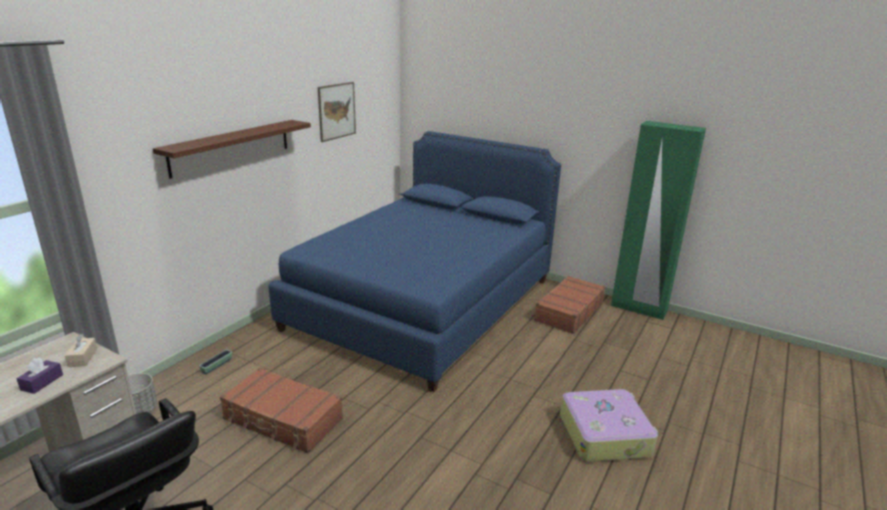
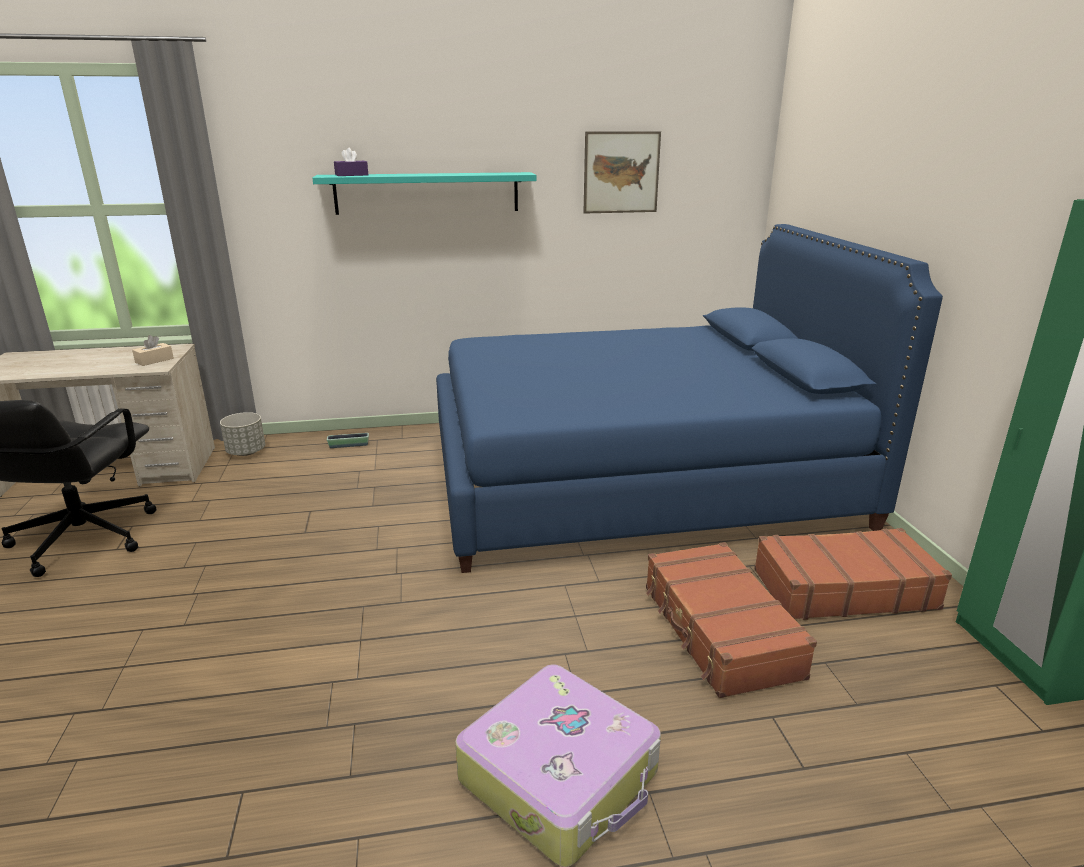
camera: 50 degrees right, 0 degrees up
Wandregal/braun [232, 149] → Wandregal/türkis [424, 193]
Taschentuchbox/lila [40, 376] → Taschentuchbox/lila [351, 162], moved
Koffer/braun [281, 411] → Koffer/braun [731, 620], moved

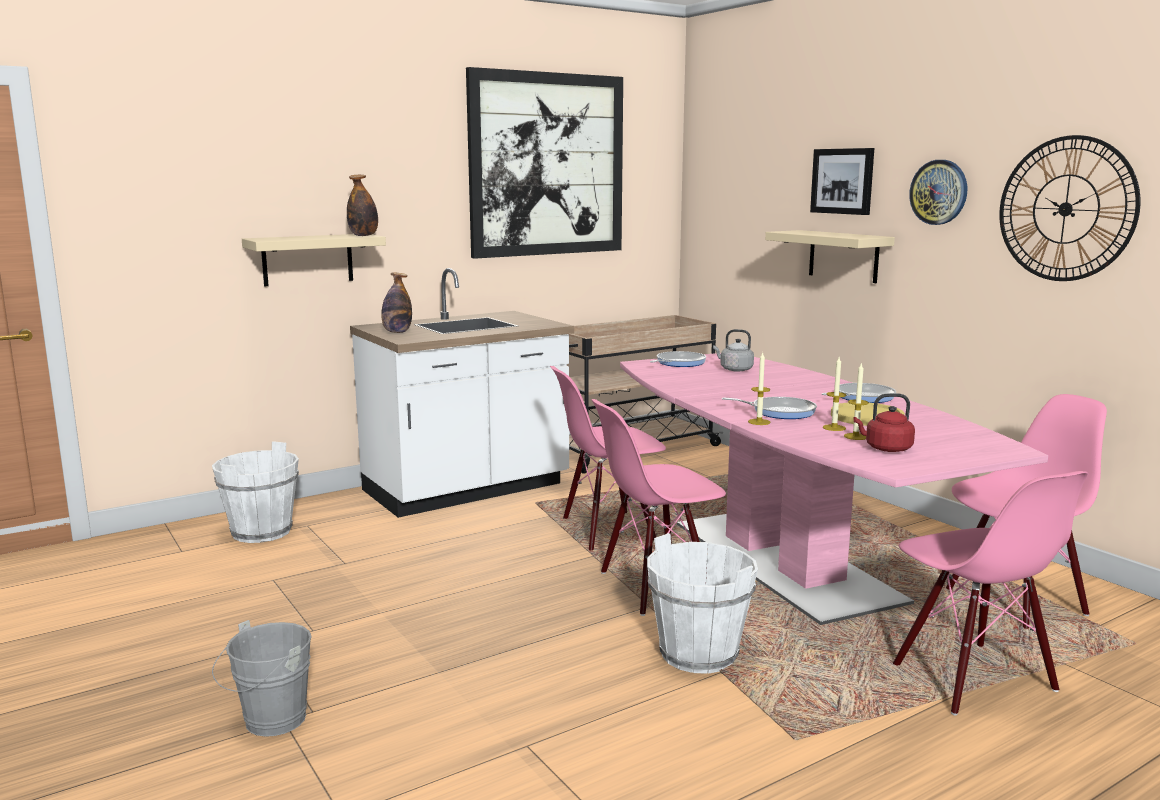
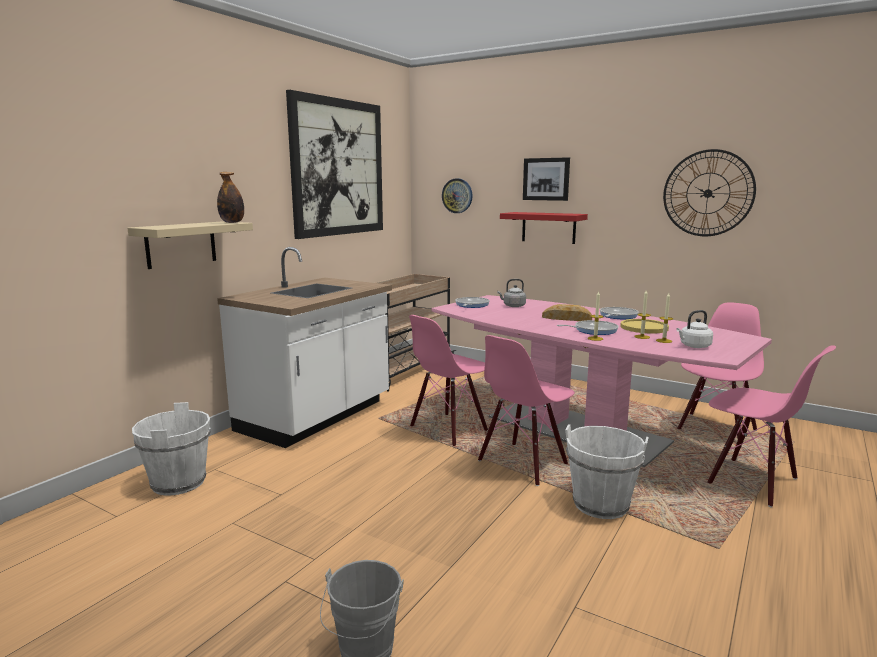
camera: 25 degrees left, 0 degrees up
Wanduhr [938, 192] → Wanduhr [457, 195], moved
Wandregal/beige [830, 256] → Wandregal/rot [544, 228]
Flasche [396, 303] → -
Wasserkessel/rot [884, 422] → Wasserkessel/weiß [695, 329]
- → Brot [567, 312]

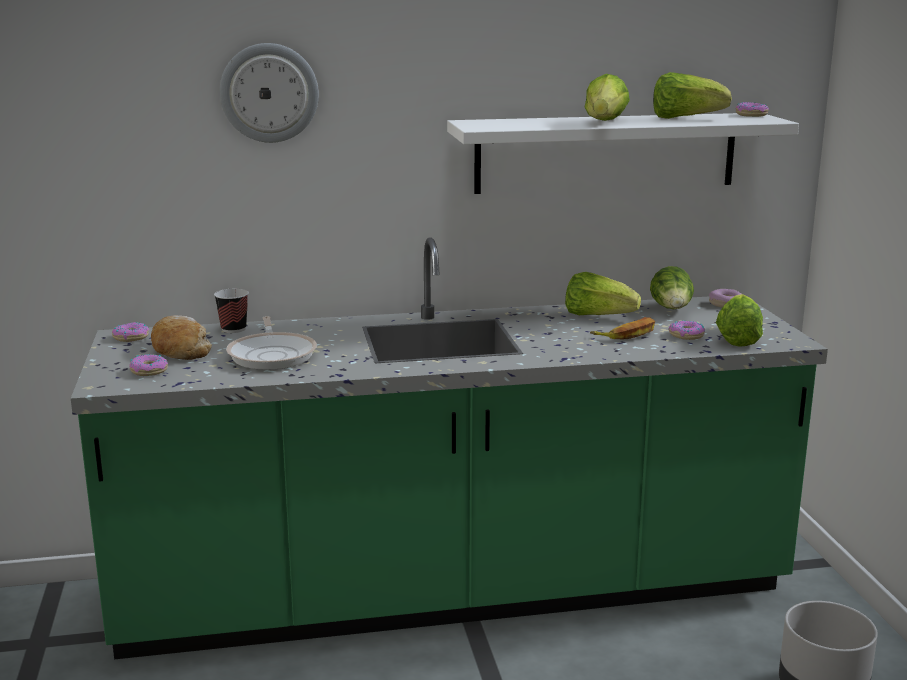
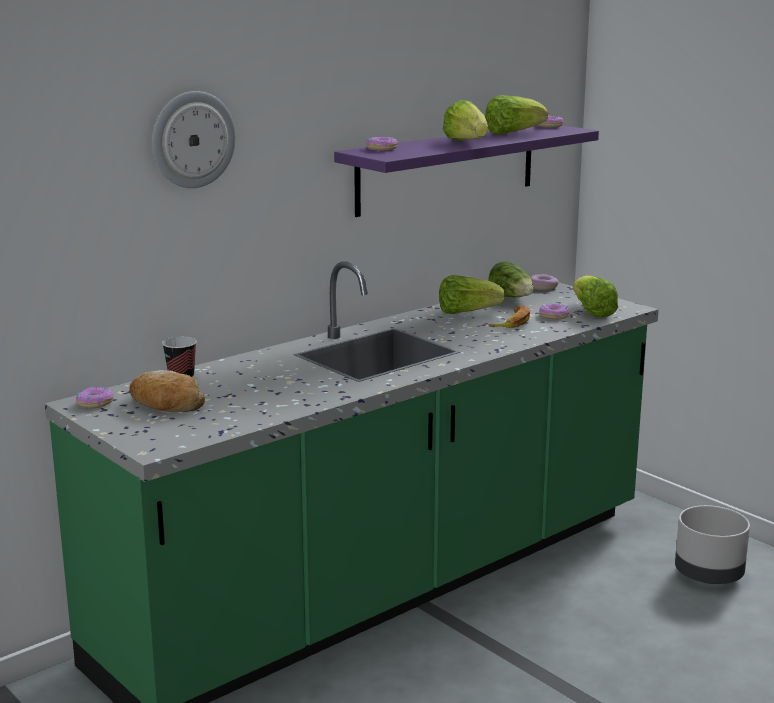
camera: 30 degrees left, 0 degrees up
Wandregal/weiß [623, 153] → Wandregal/lila [466, 171]
Pfanne [271, 343] → -
Donut [149, 365] → Donut [382, 144], moved

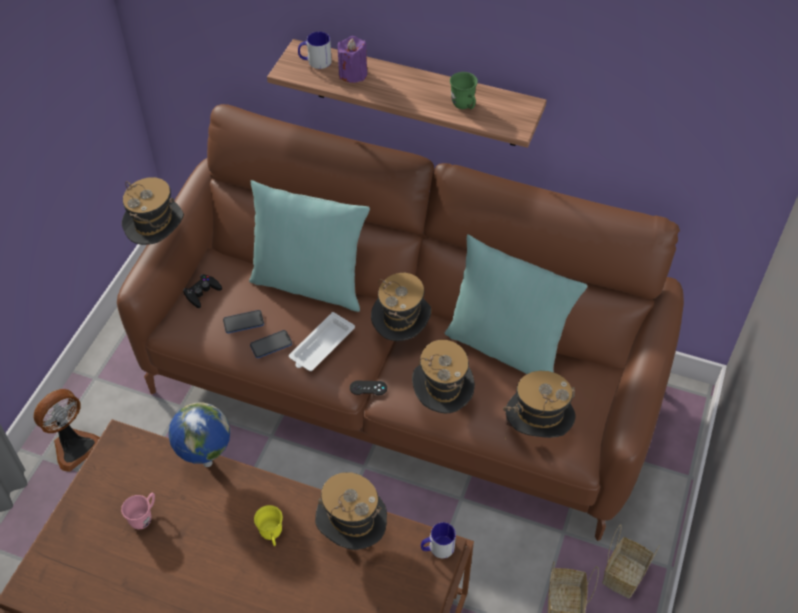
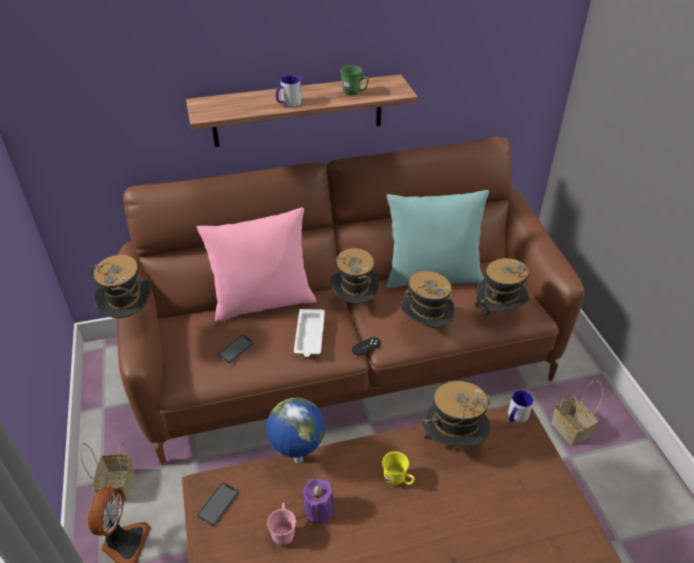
camera: 35 degrees left, 10 degrees down
Henkelbecher [315, 50] → Henkelbecher [289, 91], moved
Kerze/lila [352, 59] → Kerze/lila [318, 501], moved
Kissen/türkis [309, 246] → Kissen/rosa [256, 264]
Gamepad/schwarz [202, 291] → -
Handy [271, 344] → Handy [217, 504], moved
Korb [631, 561] → Korb [107, 471], moved

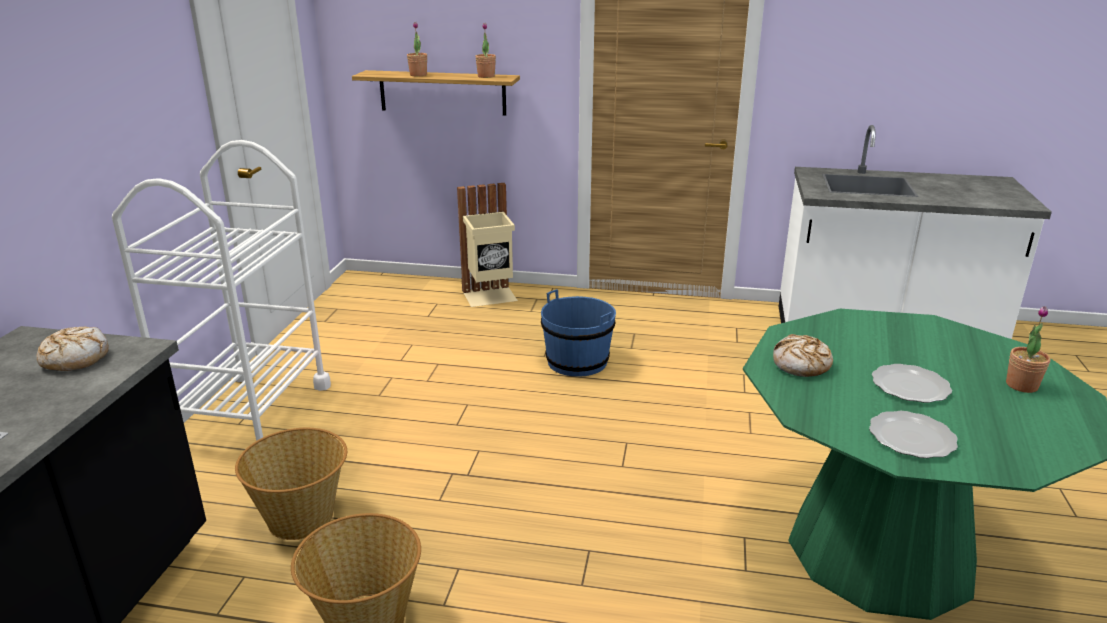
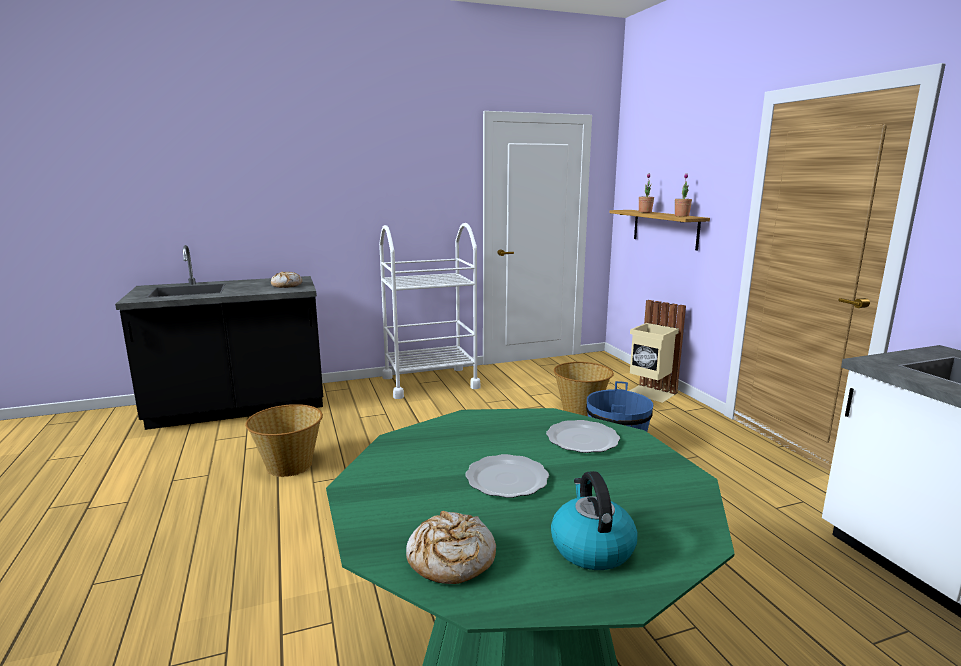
camera: 60 degrees right, 10 degrees down
Topfpflanze [1028, 349] → Wasserkessel [594, 520]
Brot [803, 355] → Brot [451, 547], moved
Teller [913, 434] → Teller [583, 436], moved
Korb [291, 484] → Korb [584, 389], moved

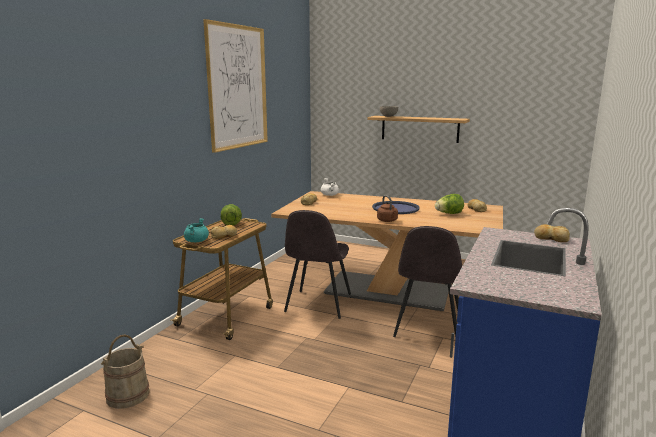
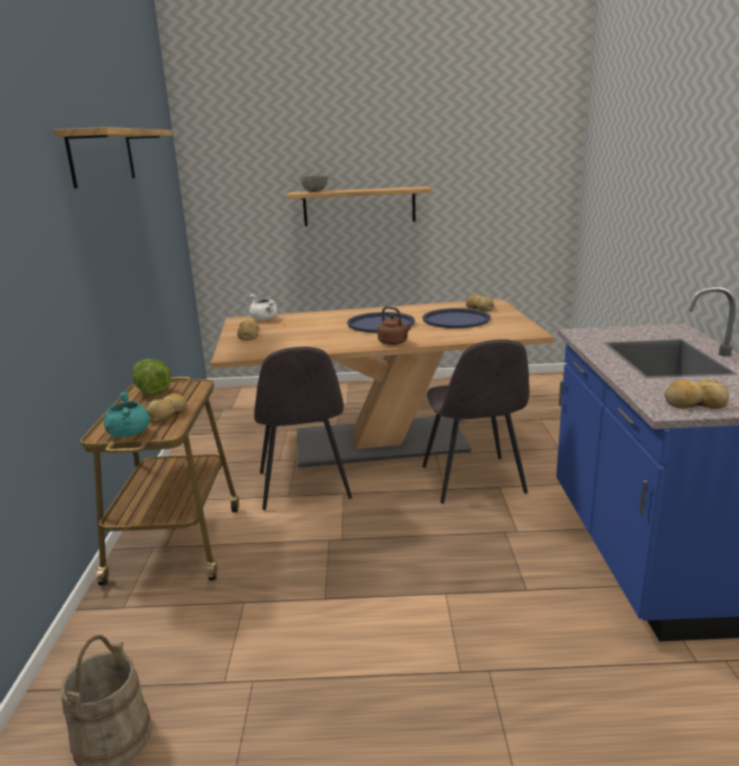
camera: 25 degrees left, 5 degrees up
Bild [235, 86] → Wandregal [113, 158]
Salatkopf [449, 204] → Tablett/blau [456, 318]
Brot [552, 233] → Brot [696, 394], moved

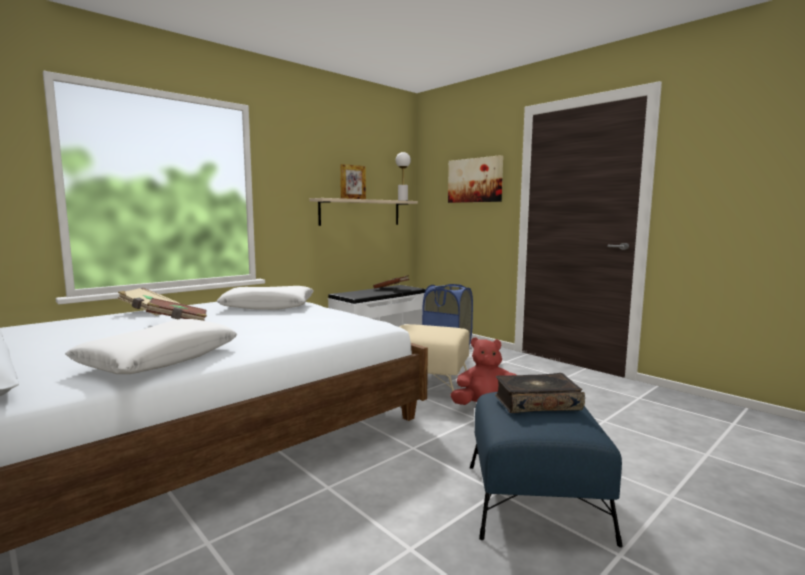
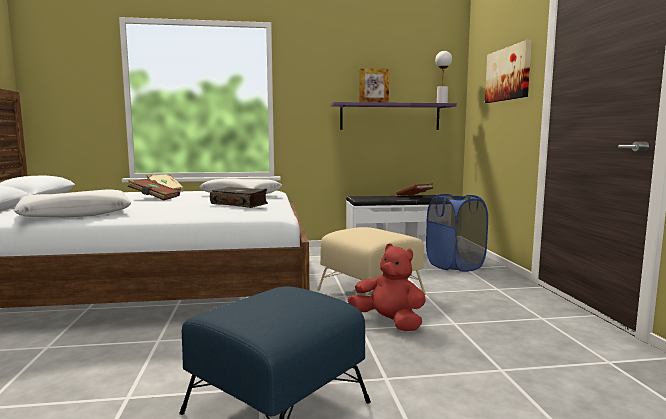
camera: 35 degrees right, 0 degrees up
Wandregal/beige [363, 212] → Wandregal/lila [394, 116]
Buch [540, 393] → Buch [239, 197], moved

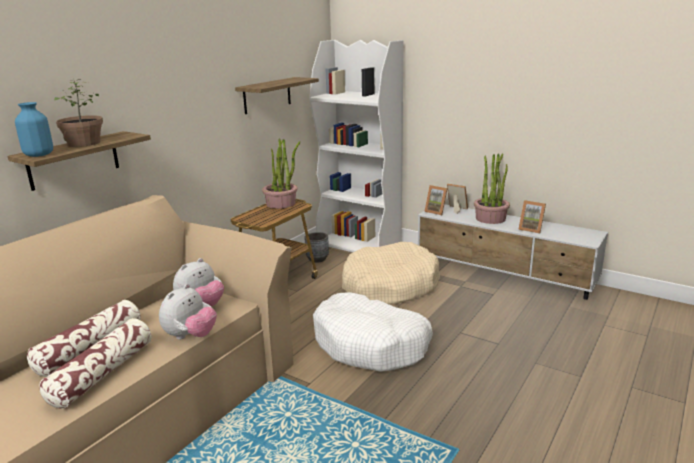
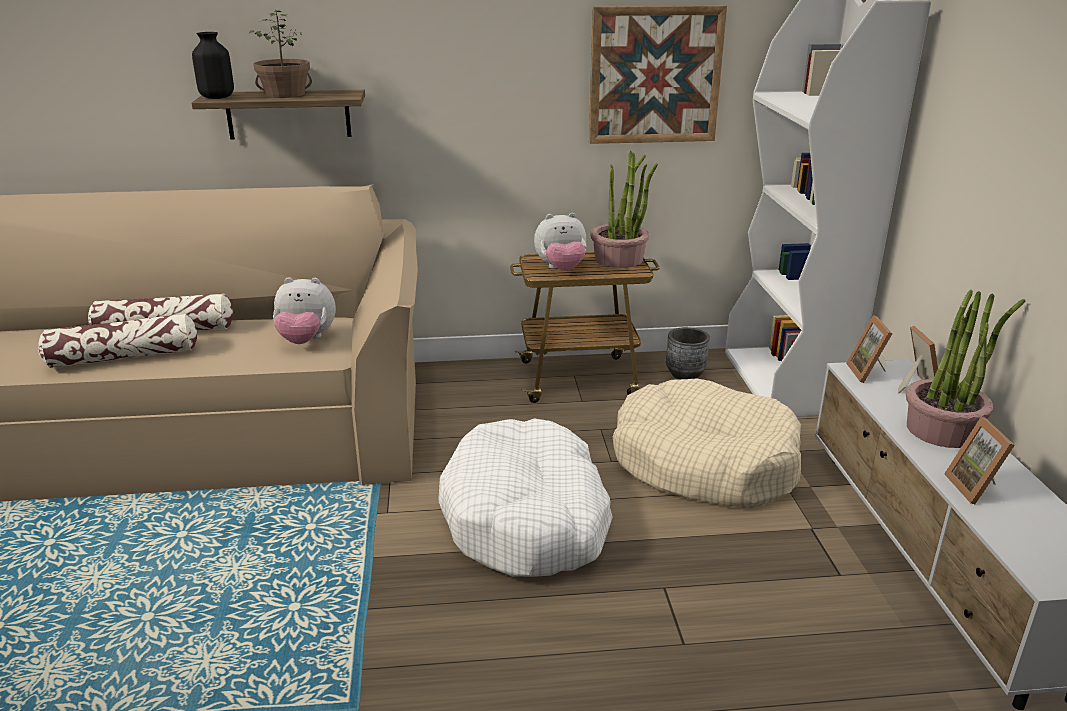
camera: 50 degrees right, 5 degrees up
Wandregal [277, 95] → Bild [658, 74]
Vase/blau [34, 129] → Vase/schwarz [213, 65]
Plüschtier [188, 312] → Plüschtier [560, 242], moved

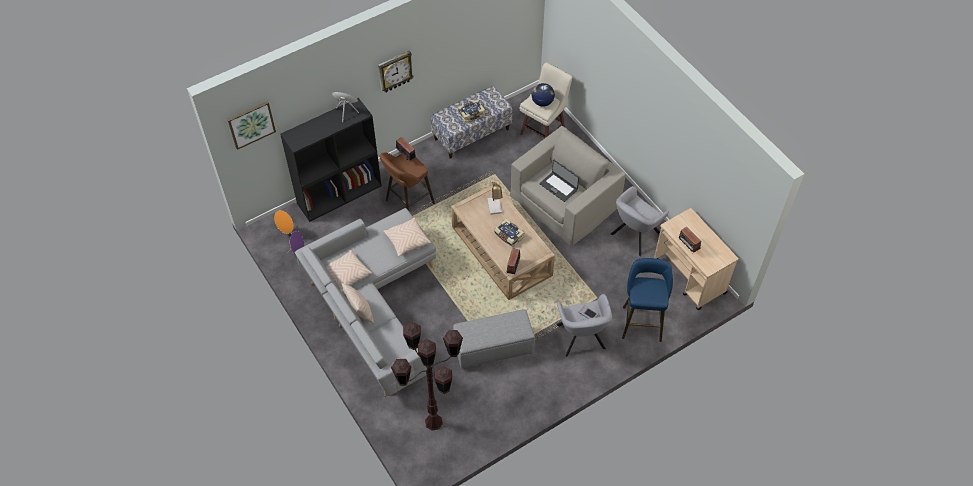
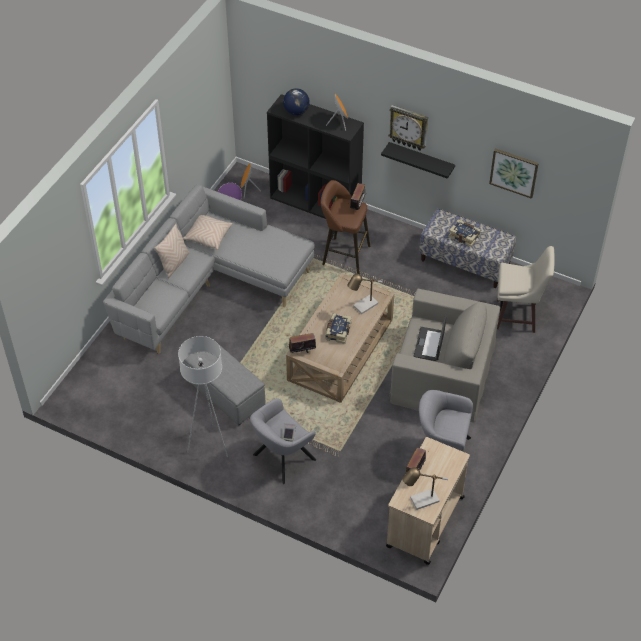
camera: 60 degrees right, 5 degrees down
Globus [543, 95] → Globus [296, 101], moved
Bild [251, 125] → Bild [514, 173], moved
Kissen/beige [407, 237] → -
Hocker/blau [647, 300] → -
Stehlampe/braun [427, 376] → -
- → Wandregal/schwarz [418, 160]
- → Stehlampe/weiß [203, 396]
- → Tischlampe [425, 489]

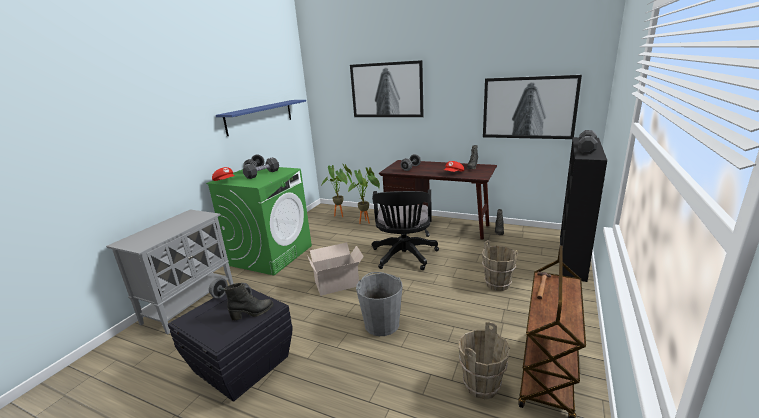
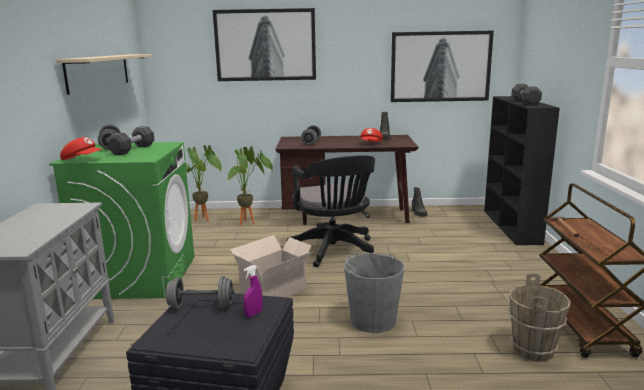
camera: 25 degrees left, 5 degrees down
Wandregal/blau [261, 118] → Wandregal/beige [103, 74]
Eimer/braun [500, 265] → -
Stiefel/schwarz [249, 301] → Sprühflasche/lila [252, 291]

